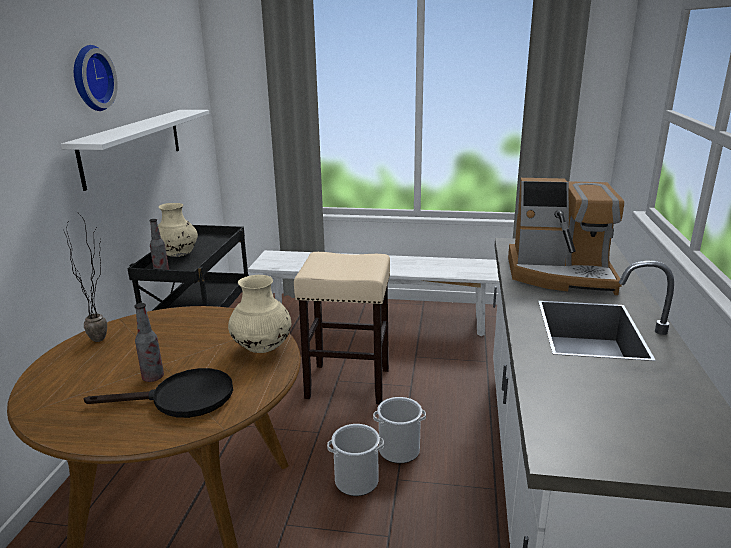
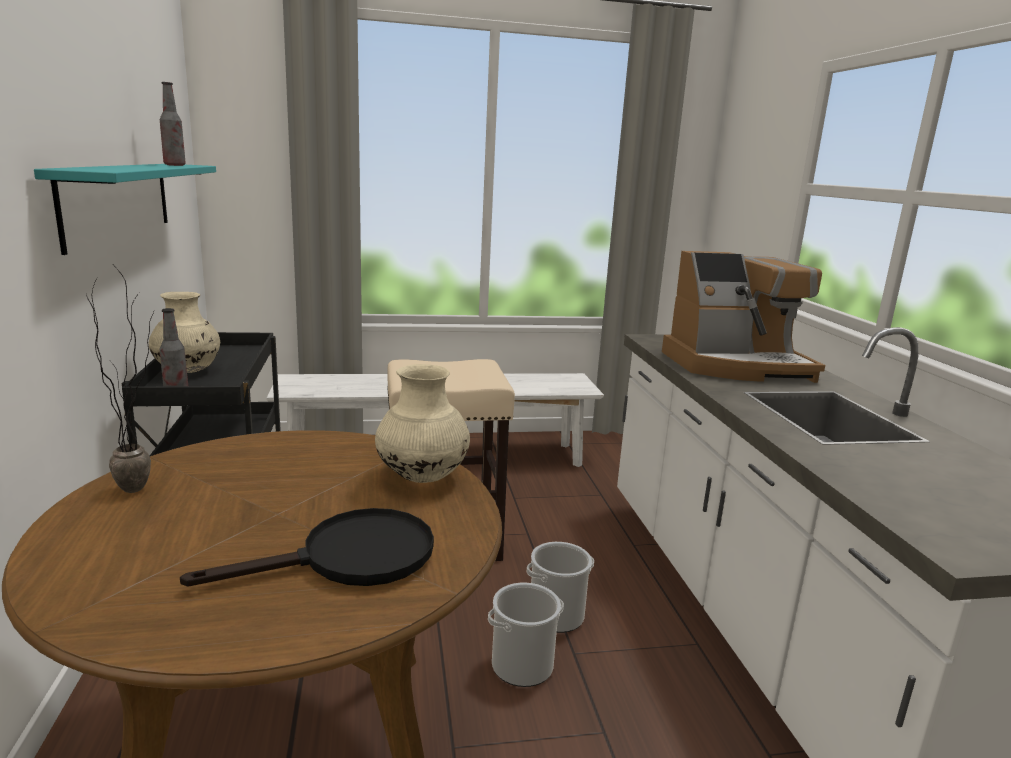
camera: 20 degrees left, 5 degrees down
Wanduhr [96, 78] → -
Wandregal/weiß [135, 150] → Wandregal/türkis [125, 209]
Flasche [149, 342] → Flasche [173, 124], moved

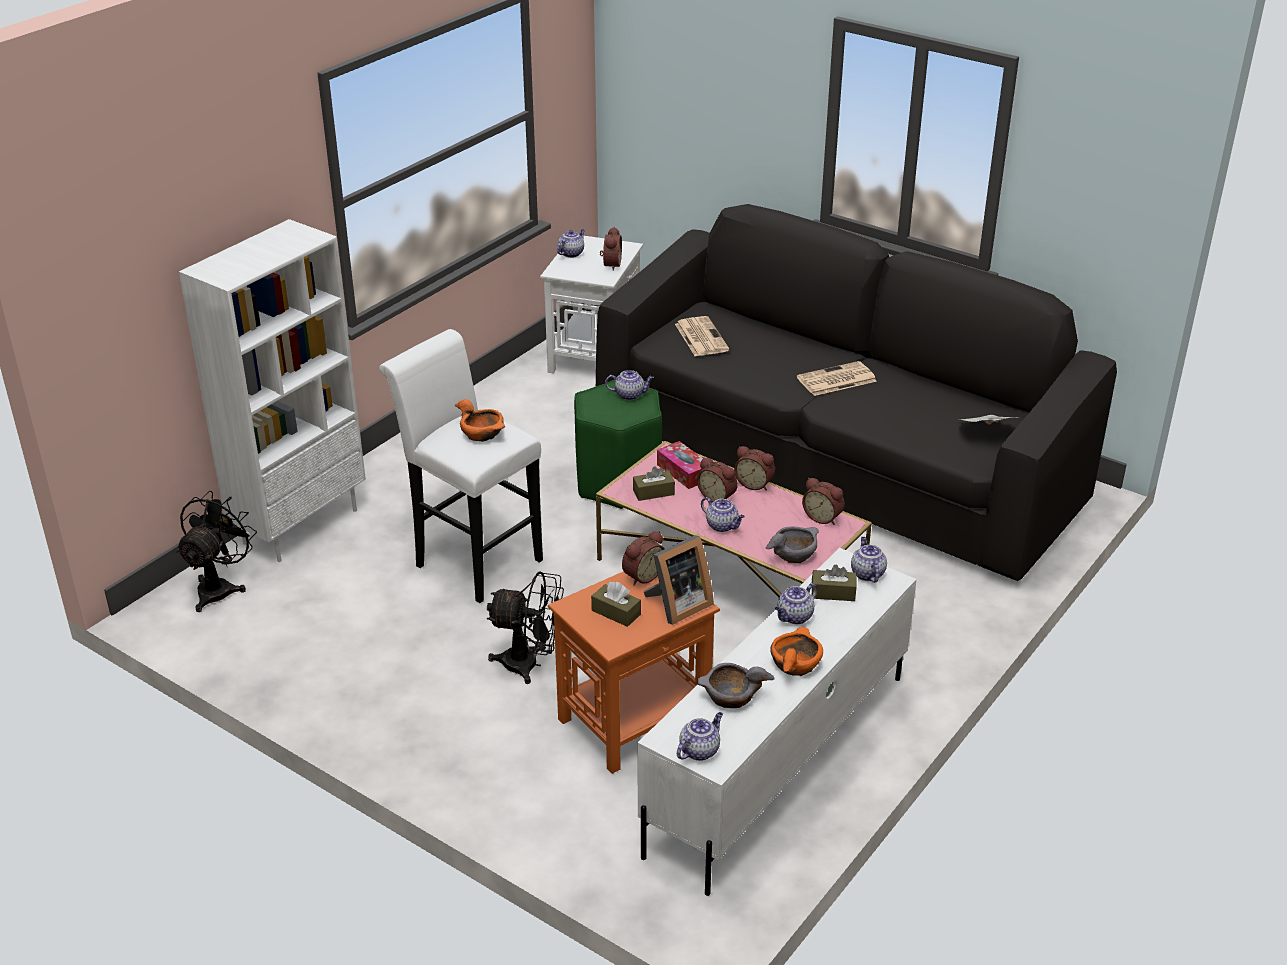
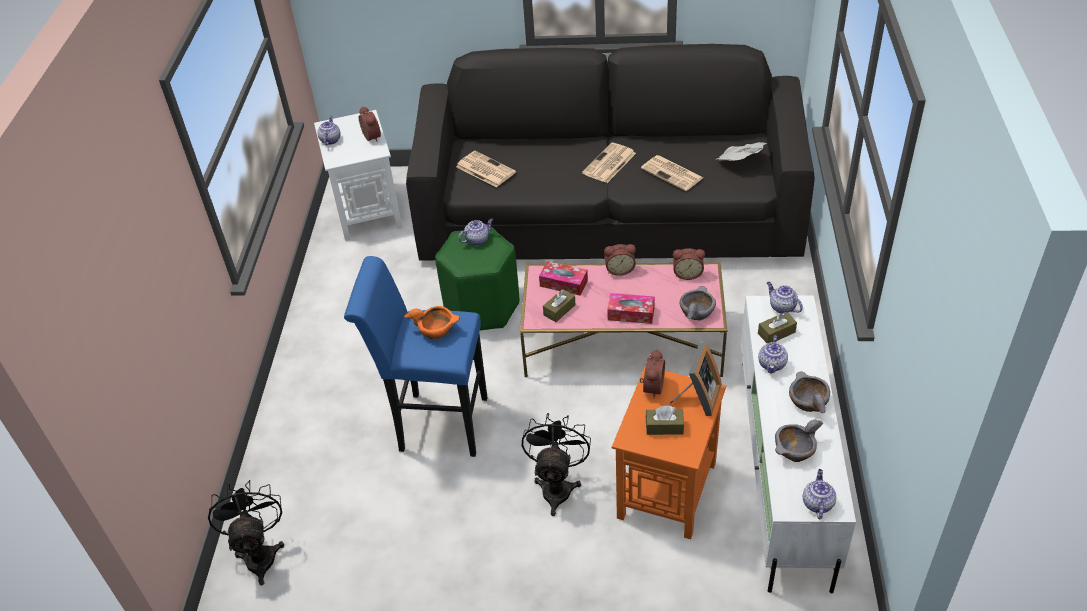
camera: 30 degrees left, 10 degrees up
Bücherregal/weiß [272, 390] → -
Hocker/weiß [461, 466] → Hocker/blau [416, 356]
Wecker [717, 479] → -
Teekanne [723, 514] → Taschentuchbox [631, 308]
Ventilator/schwarz [525, 627] → Ventilator/schwarz [556, 464], 60 degrees counterclockwise
Schüssel/orange [796, 651] → Schüssel/grau [809, 393]
- → Zeitung [672, 173]

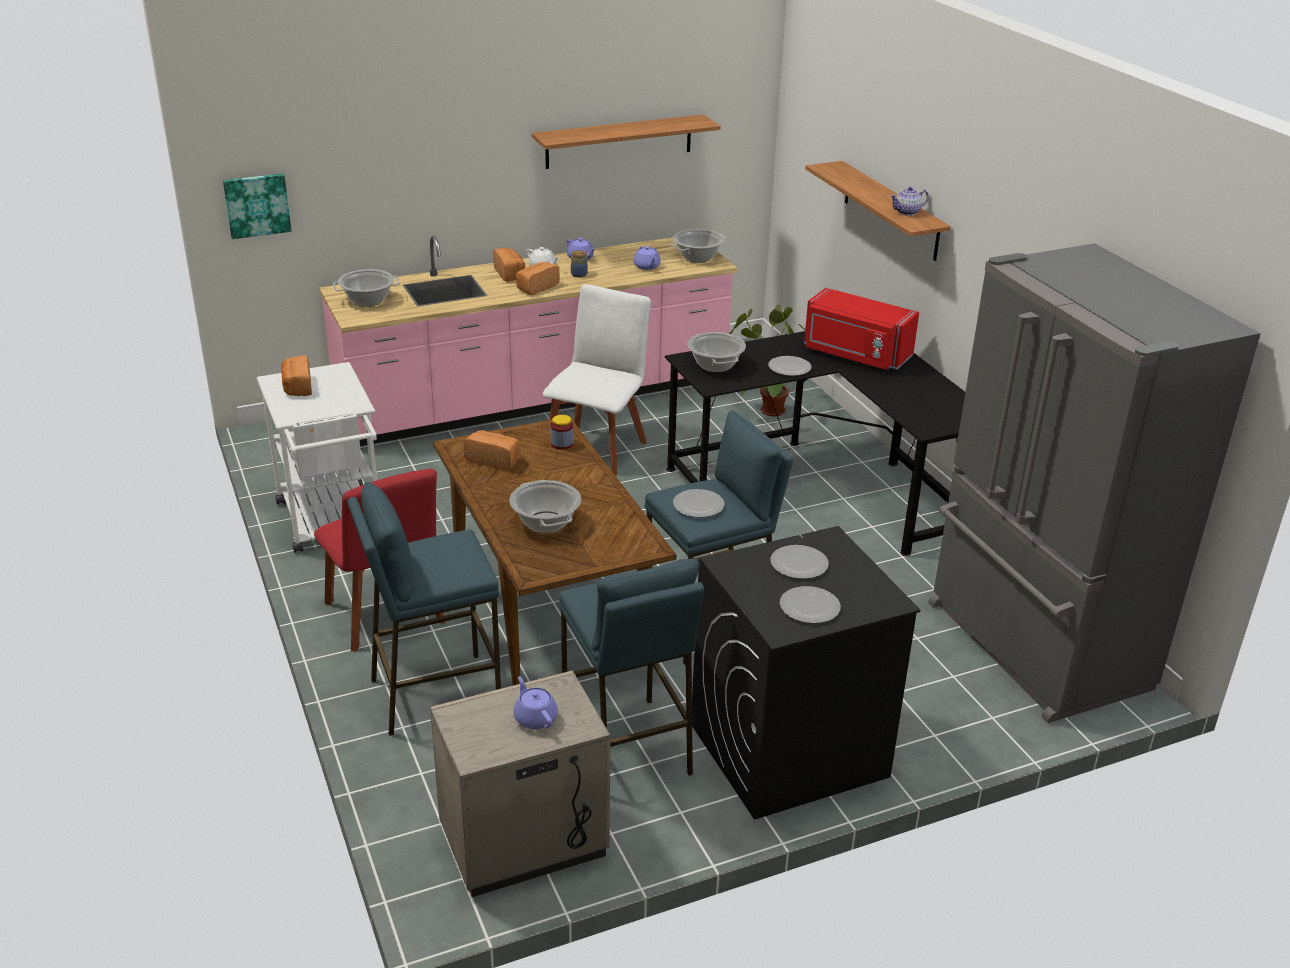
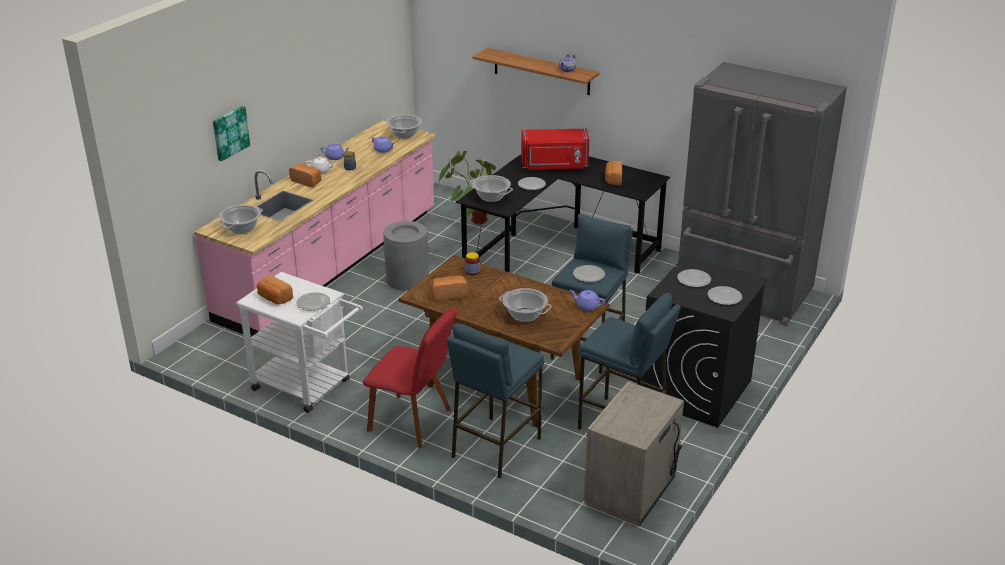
camera: 35 degrees left, 0 degrees up
Wandregal [626, 141] → -
Bild [257, 206] → Bild [231, 133], moved
Brot [538, 278] → Brot [613, 173], moved
Stuhl/weiß [597, 380] → Mülleimer/grau [406, 256]
Teekanne/lila [536, 702] → Teekanne/lila [587, 300], moved
- → Teller [313, 301]

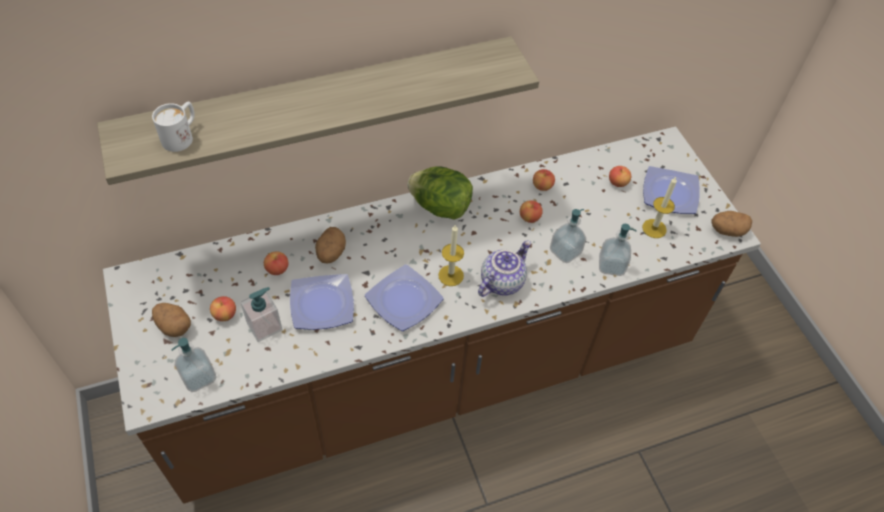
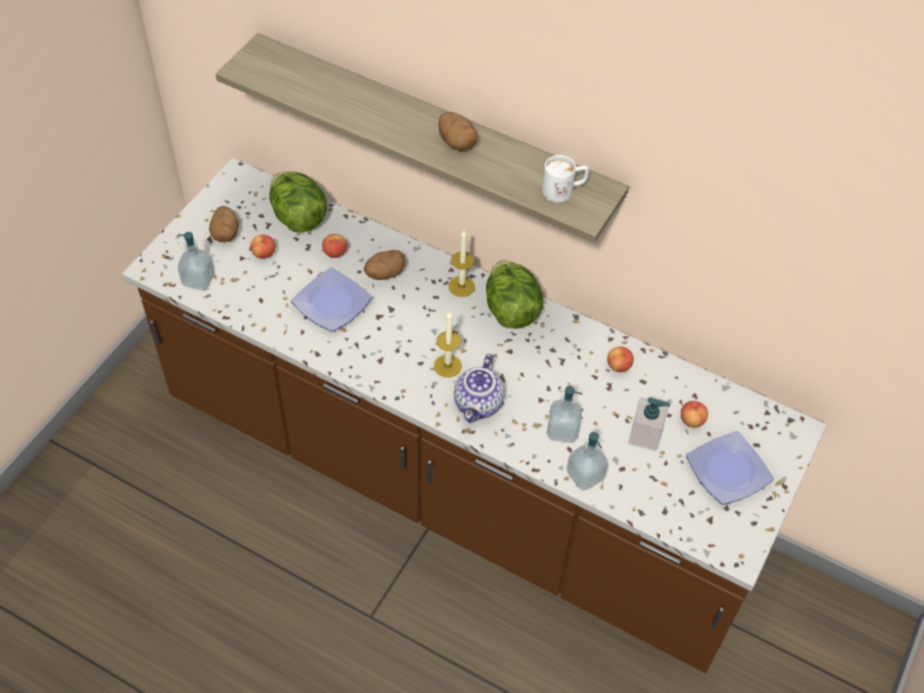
camera: 50 degrees right, 0 degrees up
Henkelbecher/weiß [173, 126] → Henkelbecher/weiß [565, 178], moved
Kerze [659, 207] → Kerze [462, 263], moved
Apfel [531, 211] → -
Kartoffel [732, 224] → Kartoffel [458, 131], moved
Teekanne [504, 269] → Teekanne [479, 388], 105 degrees clockwise
Teller [404, 297] → -
Seifenspender [261, 314] → Seifenspender [649, 424], moved
- → Salatkopf [298, 201]

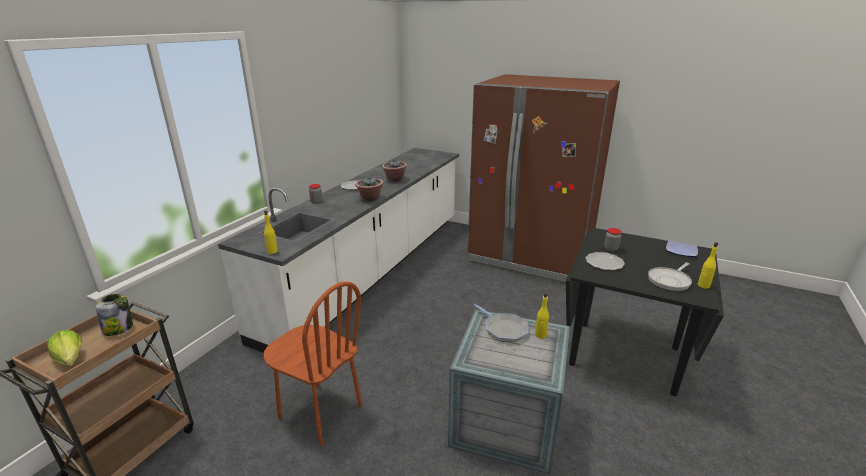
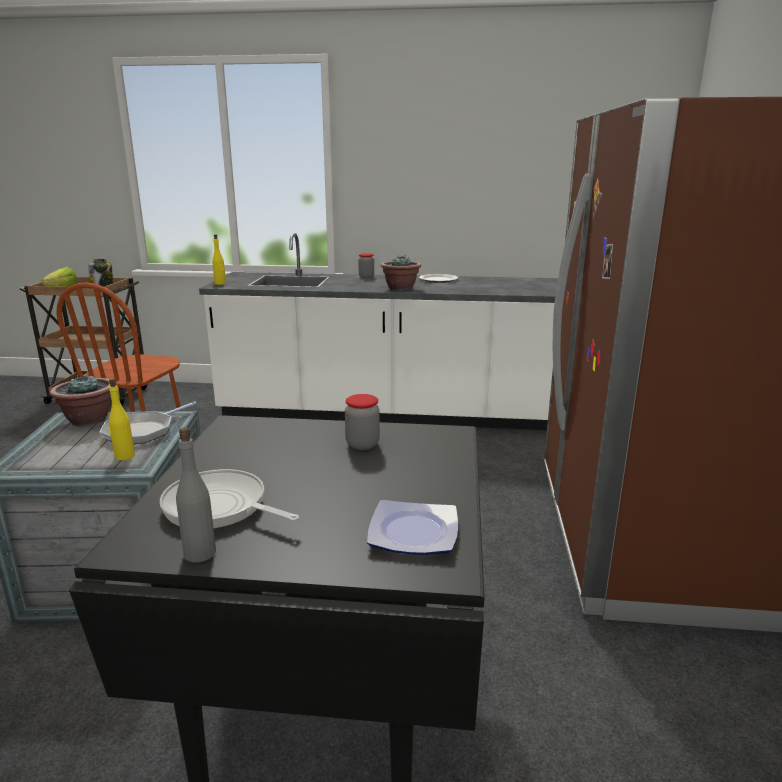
camera: 70 degrees right, 5 degrees down
Topfpflanze [394, 171] → Topfpflanze [80, 400], moved
Flasche/gelb [708, 265] → Flasche/grau [196, 494]
Teller [605, 261] → -

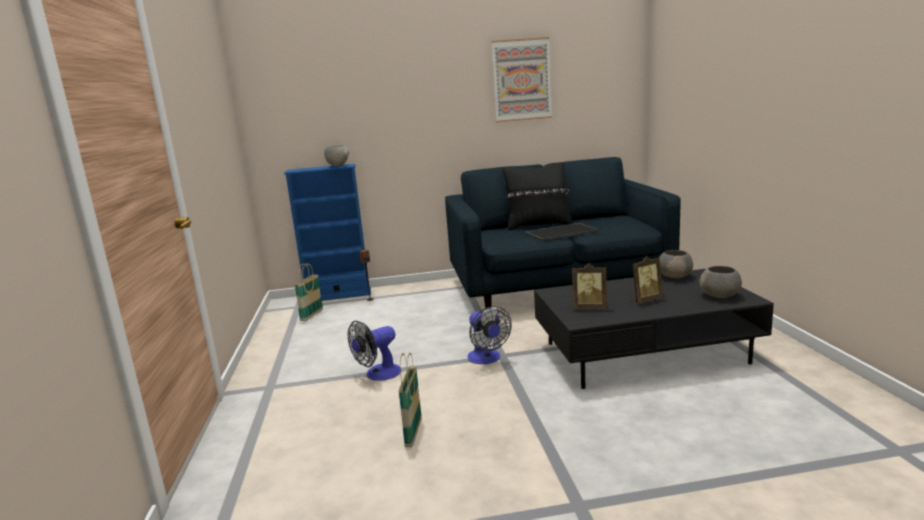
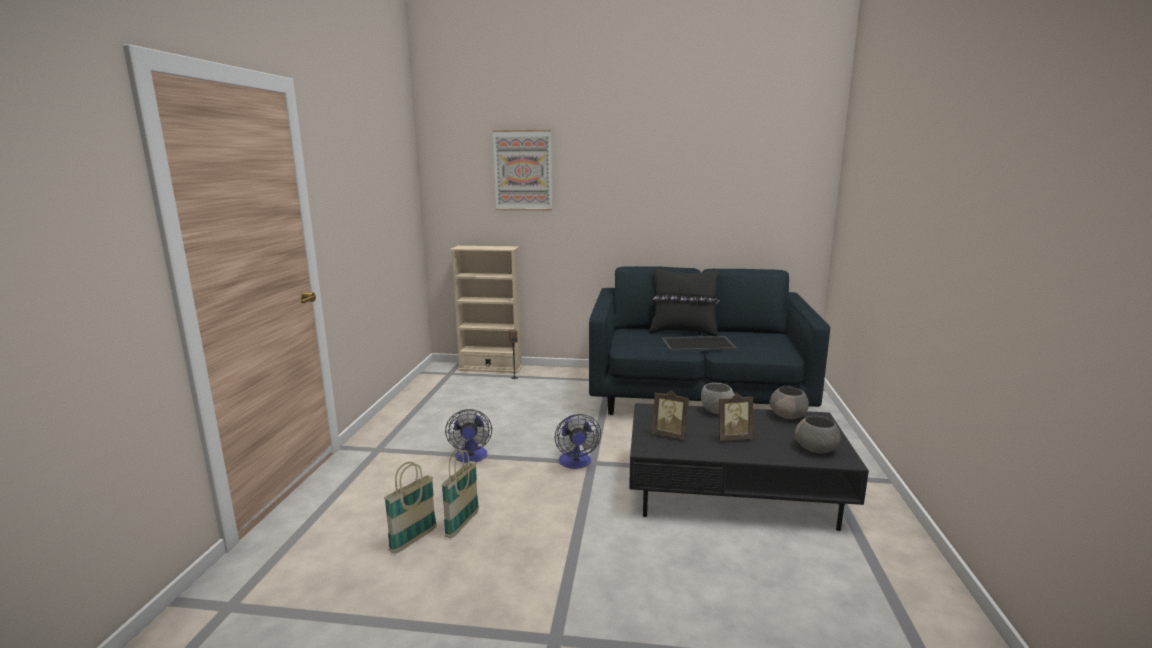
camera: 15 degrees right, 0 degrees up
Bild [521, 79] → Bild [522, 170], moved
Schüssel/grau [336, 155] → Schüssel/grau [718, 398], moved
Bücherregal/blau [327, 232] → Bücherregal/beige [486, 309]
Korb [308, 292] → Korb [410, 508], moved
Ventilator [374, 351] → Ventilator [468, 436], 75 degrees counterclockwise

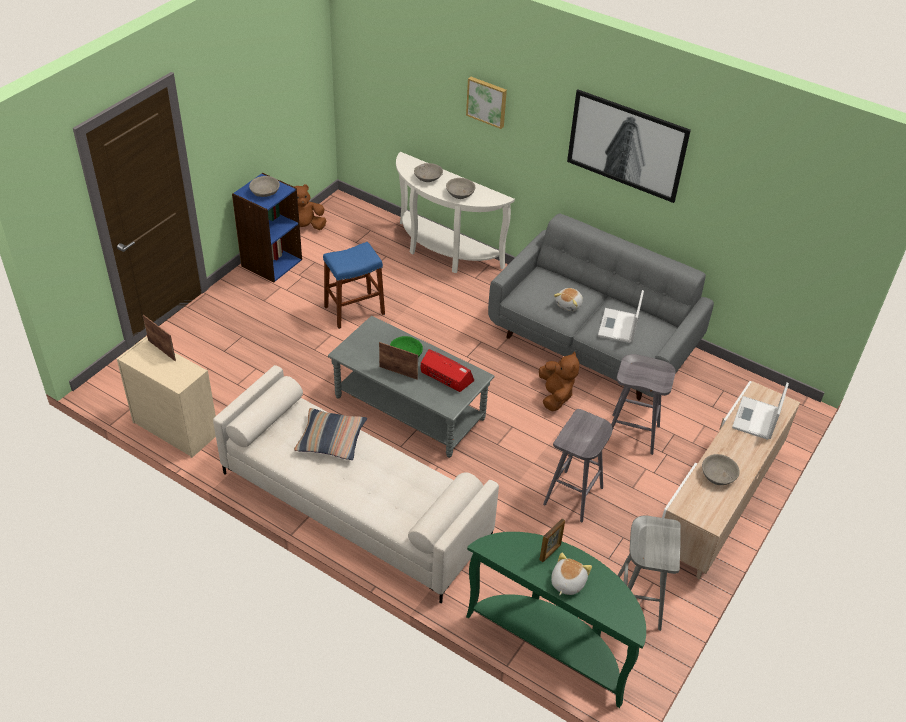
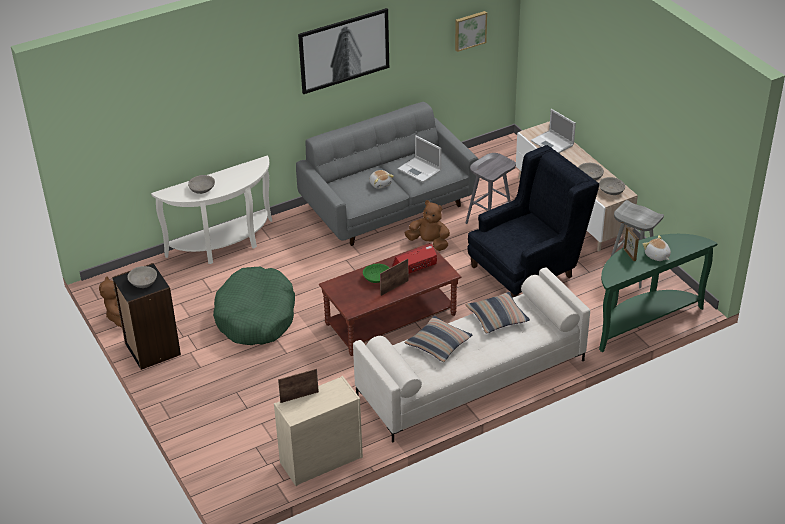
camera: 60 degrees left, 5 degrees down
Bild [486, 103] → Bild [471, 31], moved
Bücherregal/blau [267, 227] → Bücherregal/schwarz [146, 316]
Schüssel/grau [460, 188] → Schüssel/grau [612, 186], moved
Hocker/blau [354, 285] → Hundebett/grün [254, 306]
Couchtisch/grau [411, 387] → Couchtisch/braun [390, 299]
Hocker/grau [577, 465] → Sessel/blau [533, 221]
- → Kissen [498, 312]

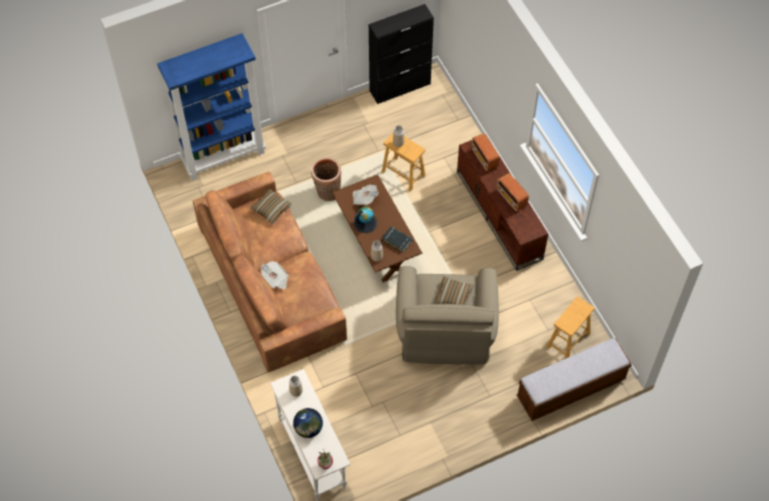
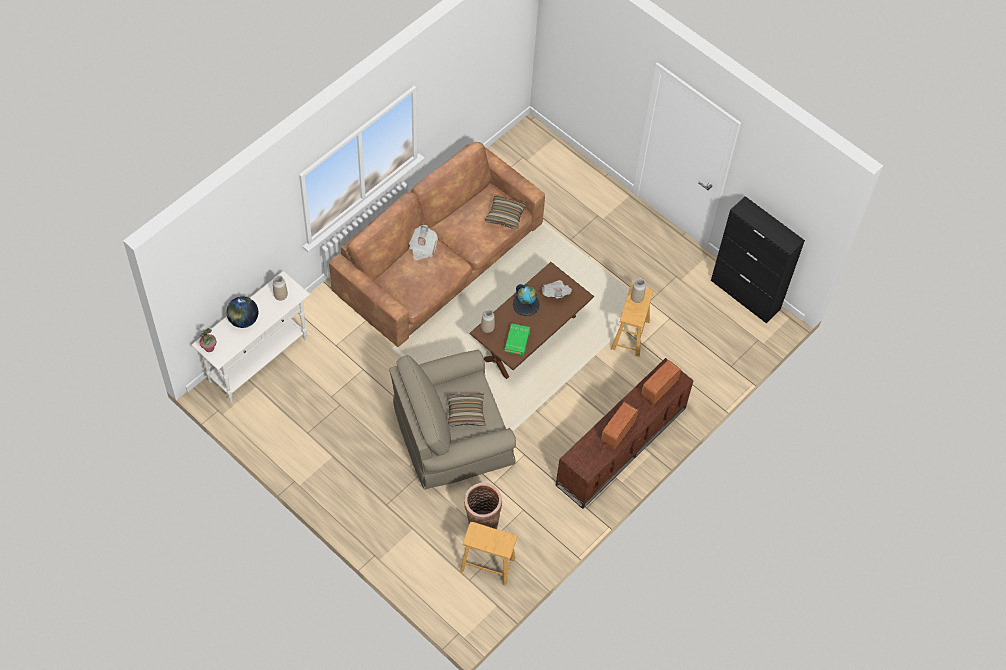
camera: 65 degrees right, 0 degrees up
Bücherregal/blau [211, 107] → -
Korb [326, 179] → Korb [483, 506], moved
Buch/schwarz [397, 239] → Buch/grün [517, 339]
Bank [574, 379] → -

